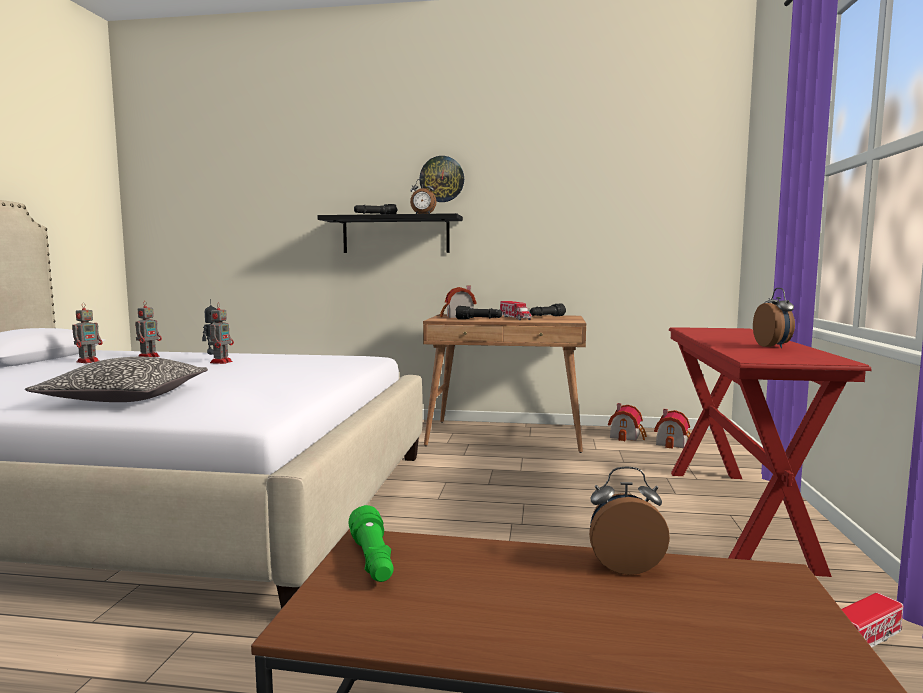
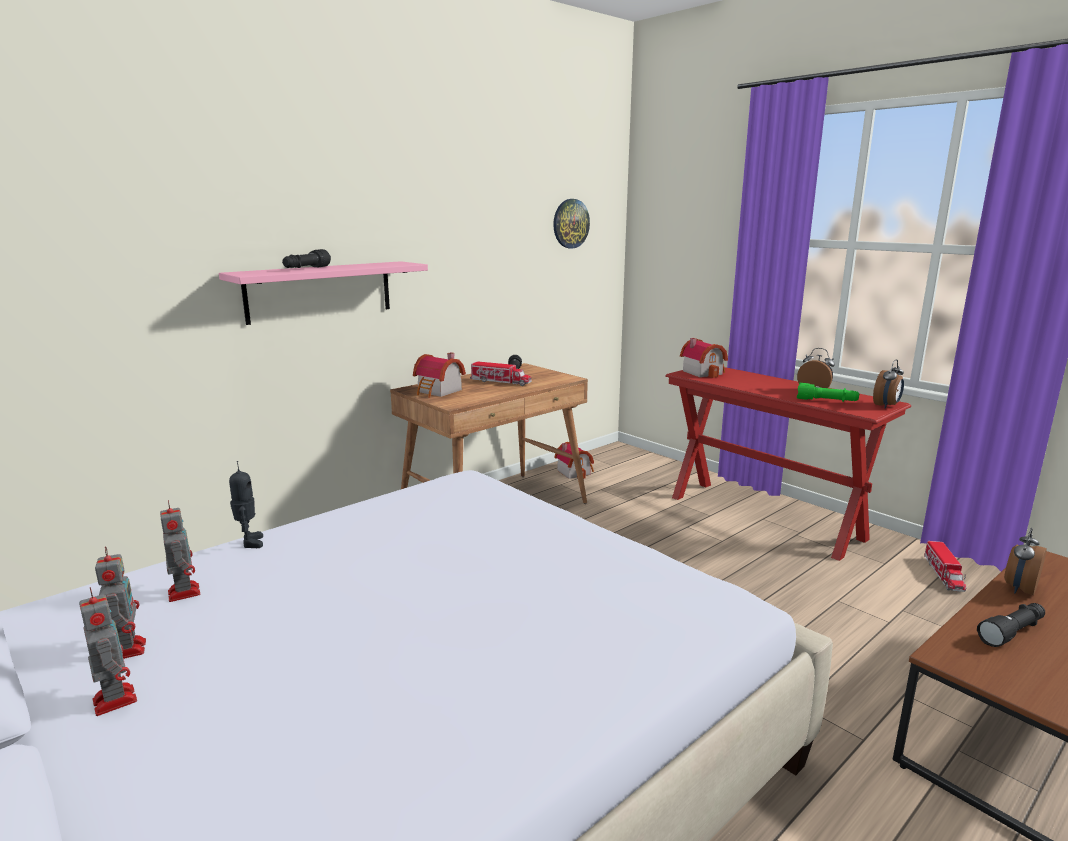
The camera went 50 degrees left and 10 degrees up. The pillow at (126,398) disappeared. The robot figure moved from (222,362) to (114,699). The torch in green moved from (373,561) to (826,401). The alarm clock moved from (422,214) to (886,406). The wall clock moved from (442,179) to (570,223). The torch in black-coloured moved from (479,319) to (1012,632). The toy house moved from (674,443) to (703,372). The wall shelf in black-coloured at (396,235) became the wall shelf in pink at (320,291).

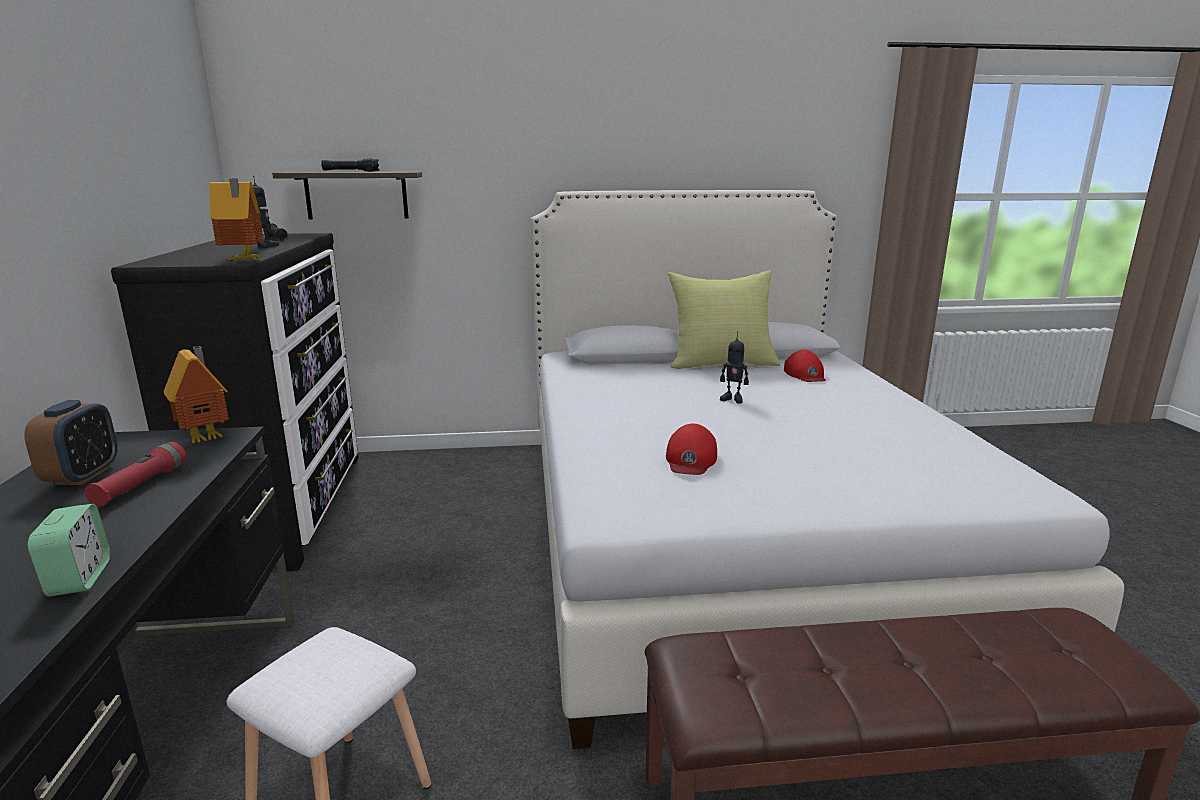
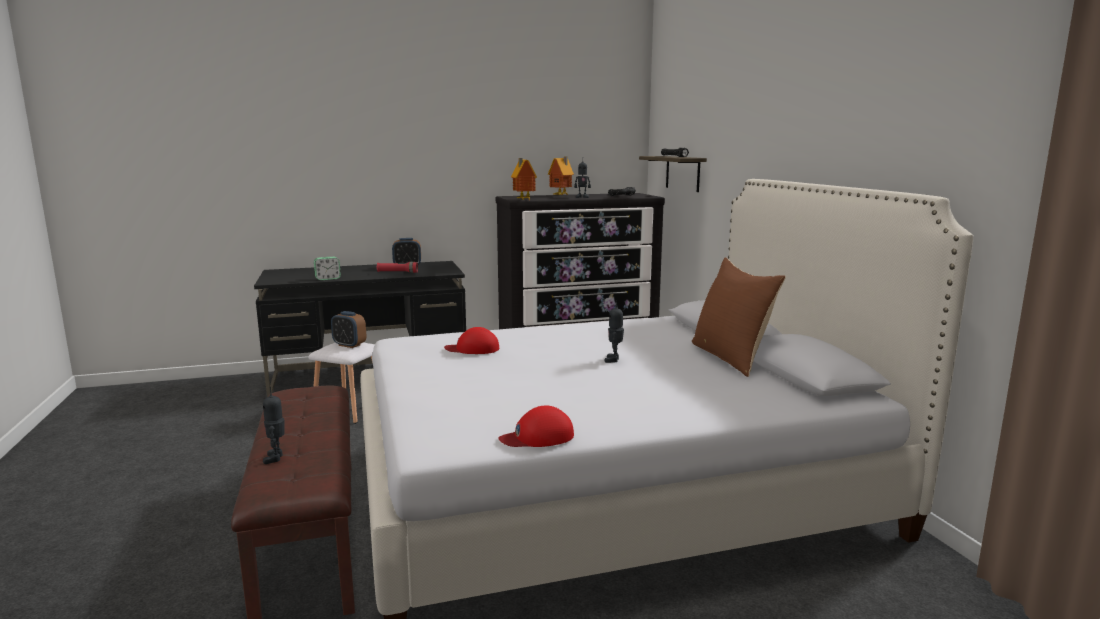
The camera went 80 degrees right and 5 degrees down. The robot figure at (276,458) appeared. The alarm clock at (349,345) appeared. The toy house moved from (207,438) to (561,195). The baseball cap in reddish moved from (805,374) to (538,437). The pillow in yellow-coloured at (721,363) became the pillow in brown at (731,358).

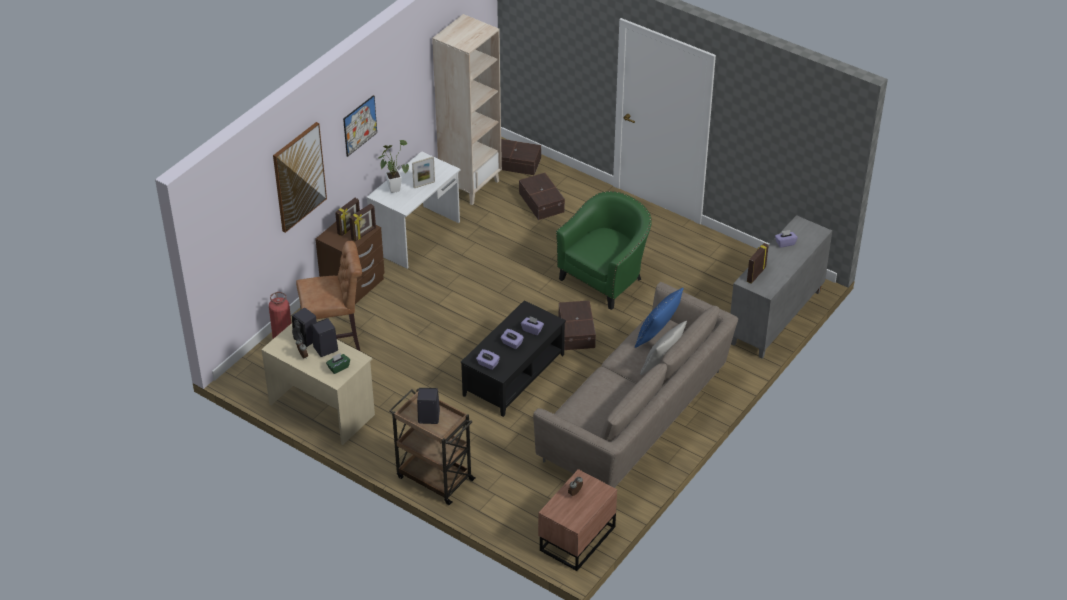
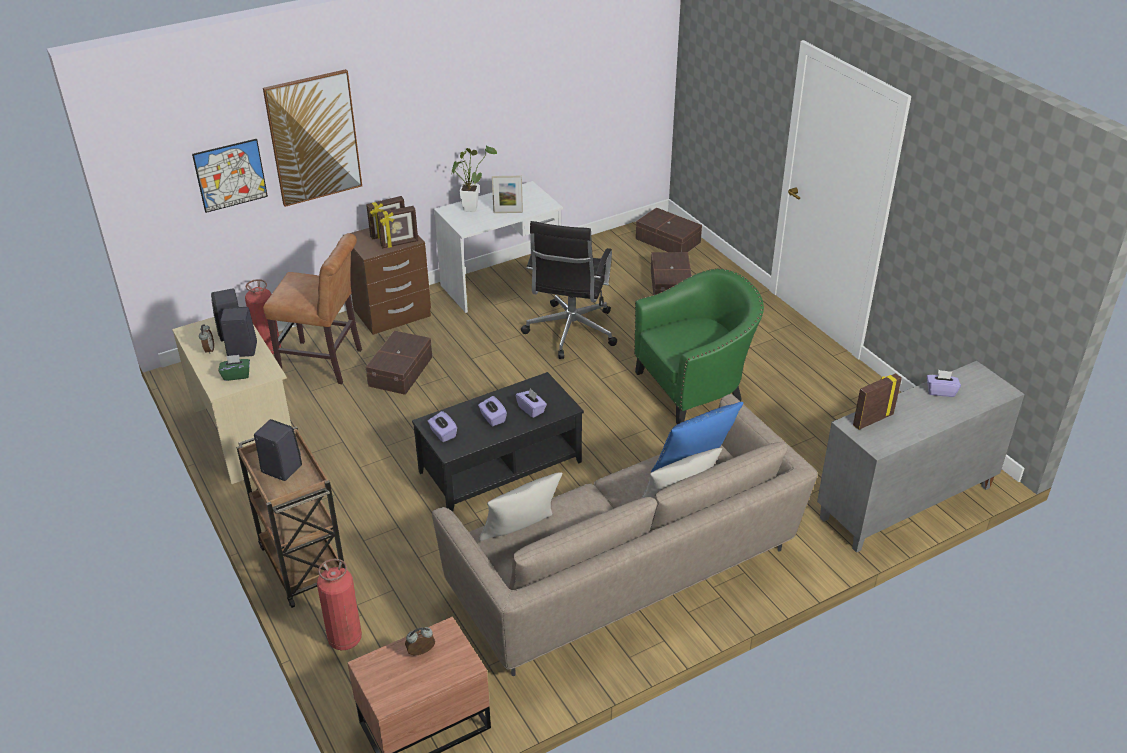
The camera went 25 degrees right and 5 degrees down. The bookcase in sand-coloured at (470,185) disappeared. The fire-fighting cylinder at (345,639) appeared. The pillow in grey at (521,534) appeared. The office chair in black-coloured at (570,332) appeared. The wall art moved from (360,125) to (230,175). The storage container in brown moved from (577,331) to (402,371).

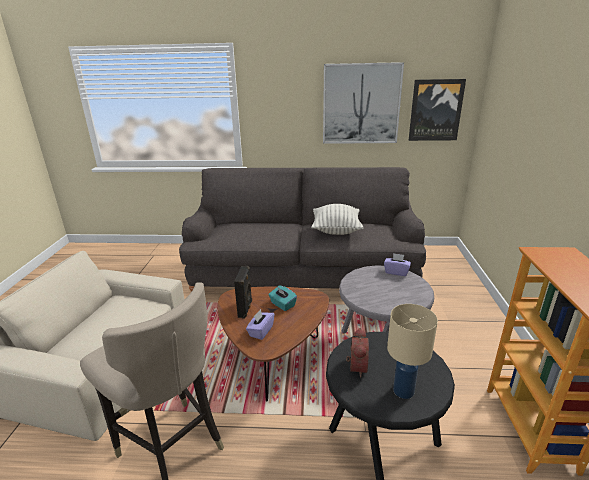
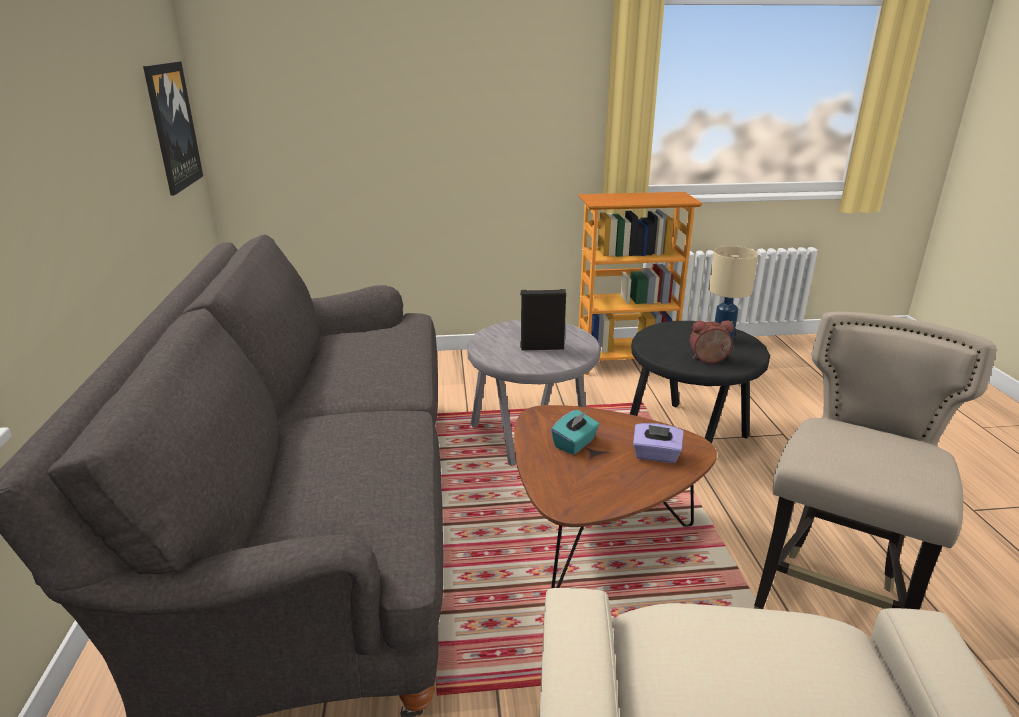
The camera went 100 degrees left and 0 degrees up. The pillow at (336,230) disappeared. The wall art at (361,104) disappeared. The box of tissues in purple-coloured at (396,272) disappeared. The speaker in black-coloured moved from (245,309) to (542,347).

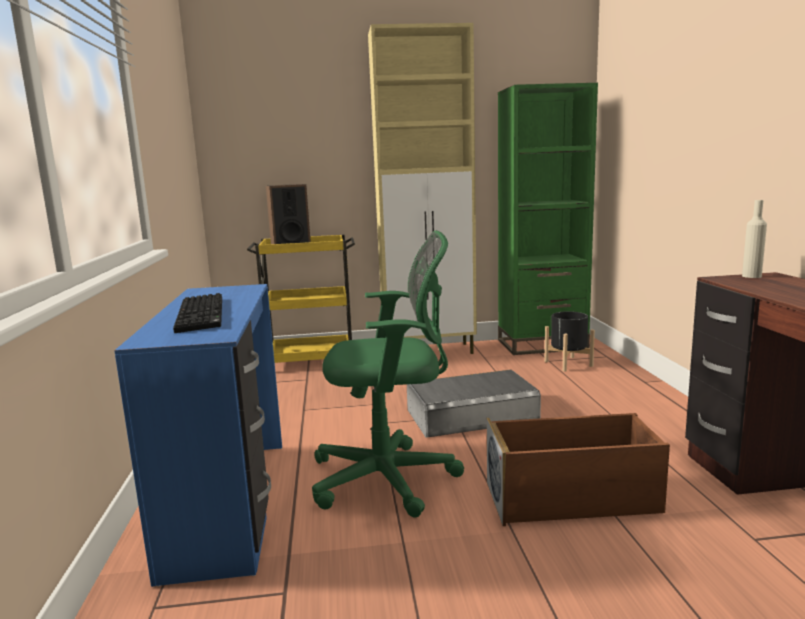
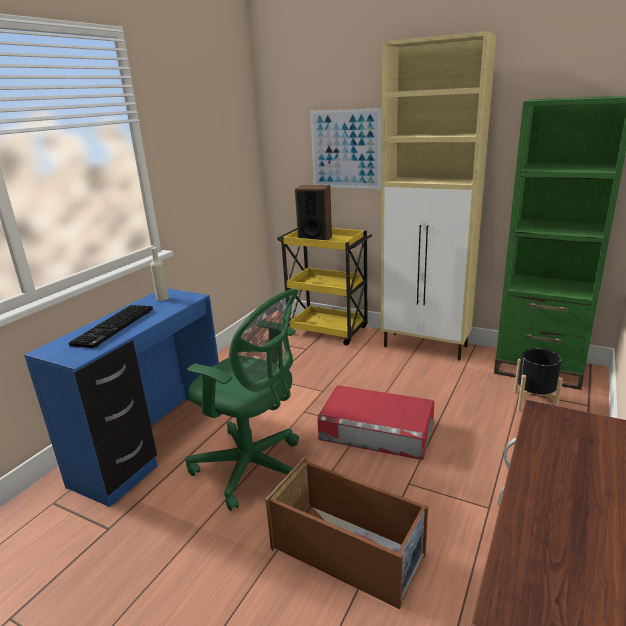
The camera went 35 degrees right and 10 degrees up. The wall art at (345,149) appeared. The drink bottle in sand-coloured moved from (751,276) to (162,298). The storage container in grey at (471,415) became the storage container in reddish at (377,430).

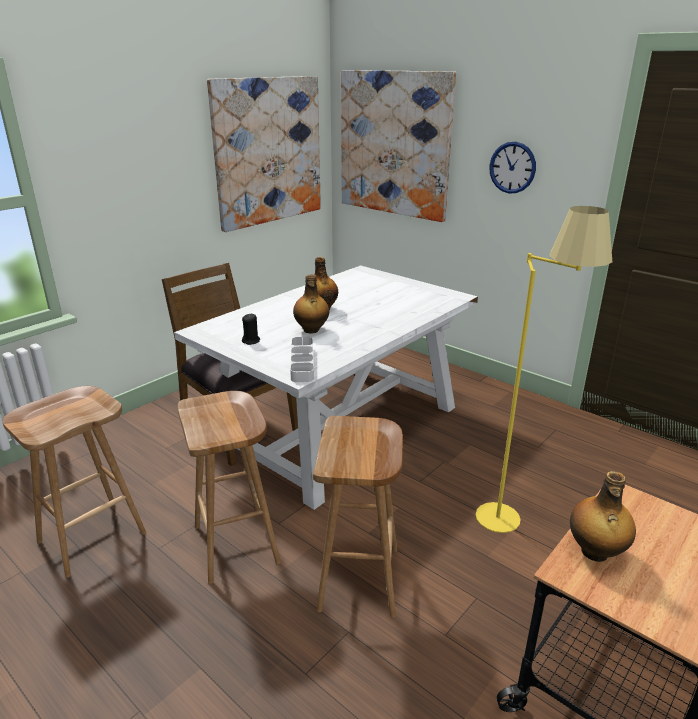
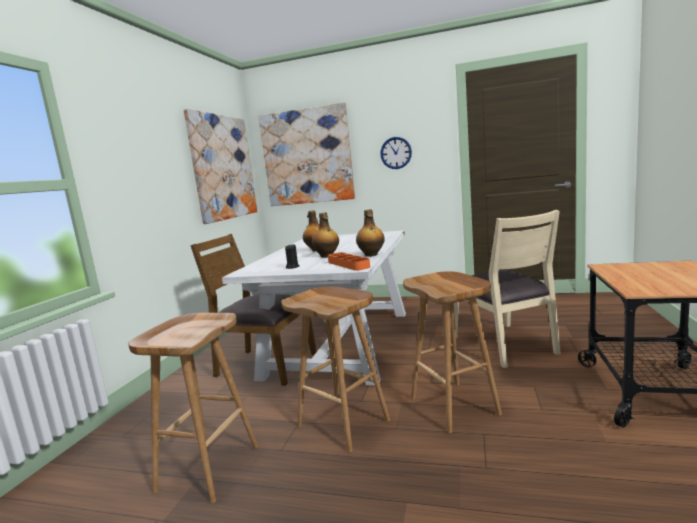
The camera went 25 degrees left and 15 degrees down. The drink bottle moved from (595,552) to (371,255). The standard lamp in yellow-coloured at (517,515) was replaced by the plain chair in sand-coloured at (504,344). The serving tray in grey at (302,362) became the serving tray in orange at (348,264).

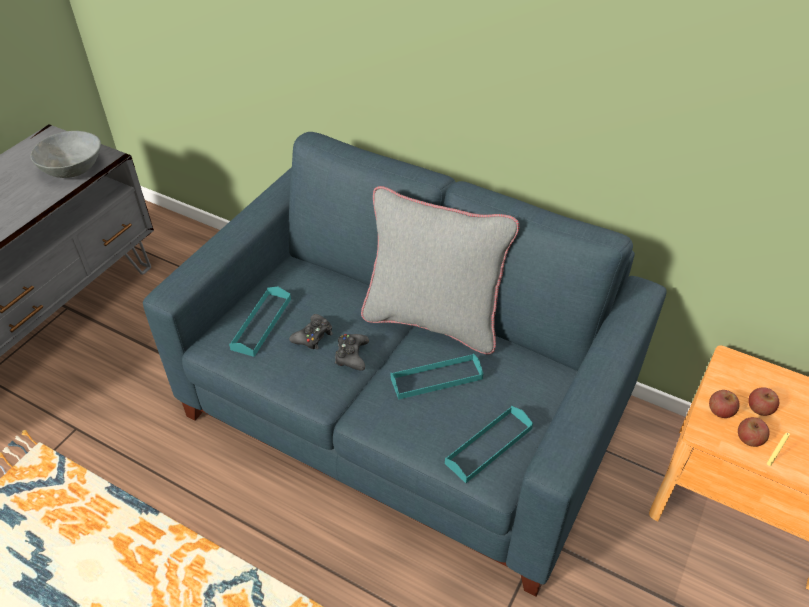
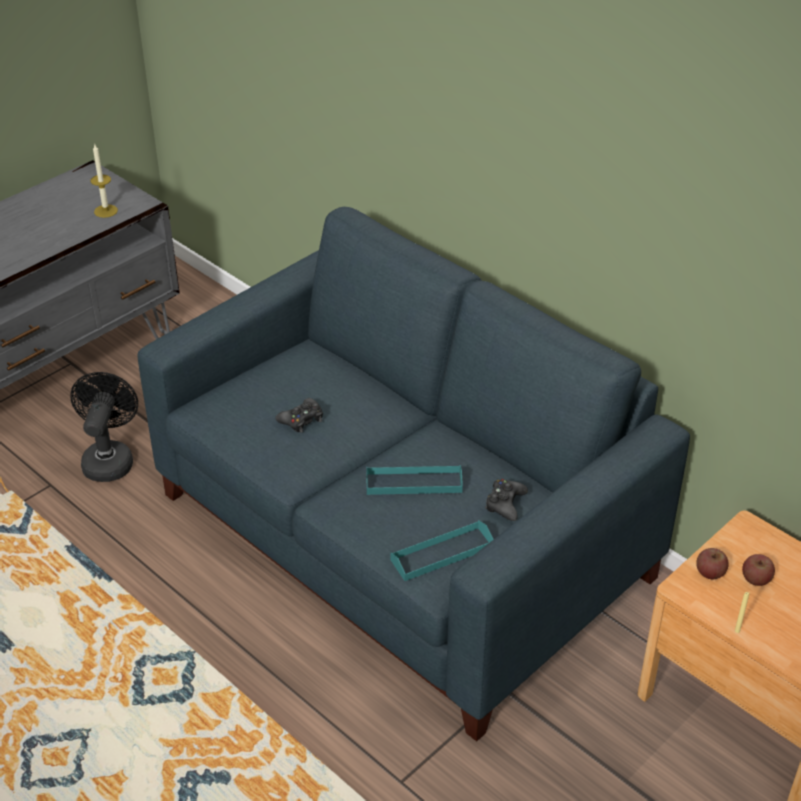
The camera went 15 degrees right and 5 degrees down. The serving tray in turquoise-coloured at (261,324) disappeared. The pillow in grey at (433,321) disappeared. The apple at (749,439) disappeared. The fan in black-coloured at (109,459) appeared. The game controller in black-coloured moved from (351,355) to (505,504). The bowl in grey at (73,169) was replaced by the wax candle at (106,211).

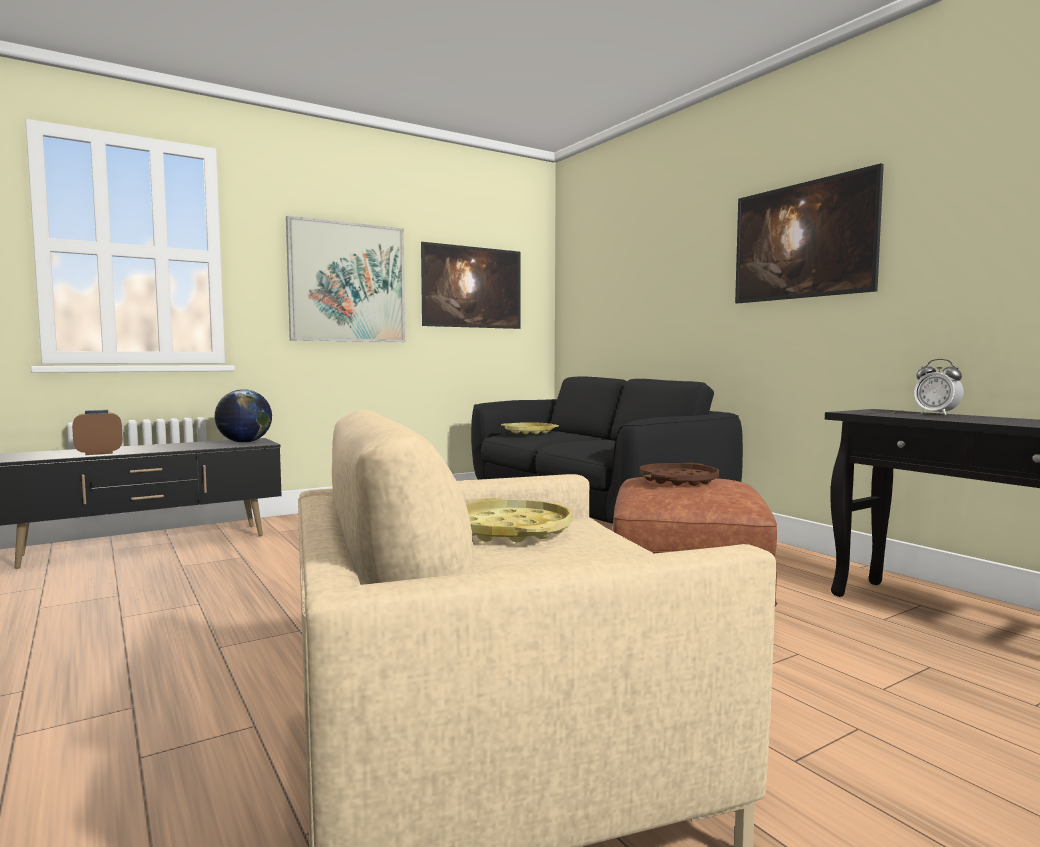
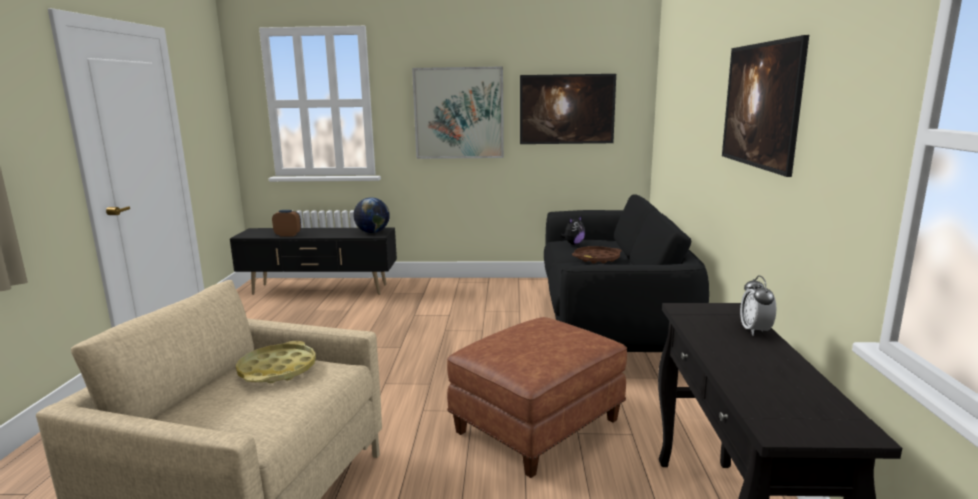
The camera went 35 degrees right and 10 degrees up. The serving tray in brown moved from (679,480) to (596,258). The serving tray in yellow-coloured at (529,432) was replaced by the plush toy at (573,244).

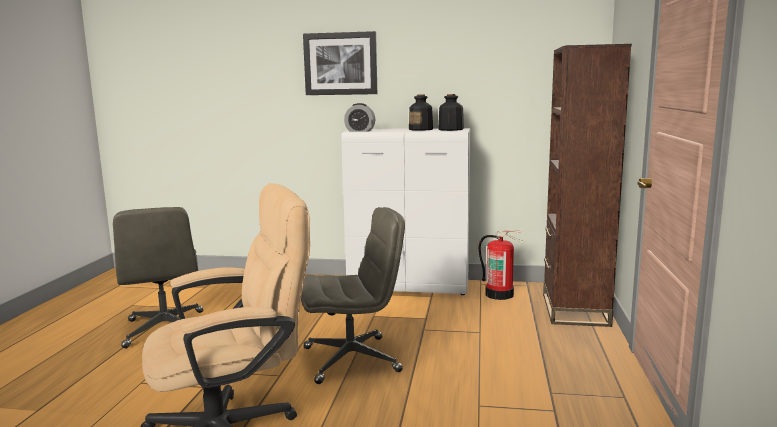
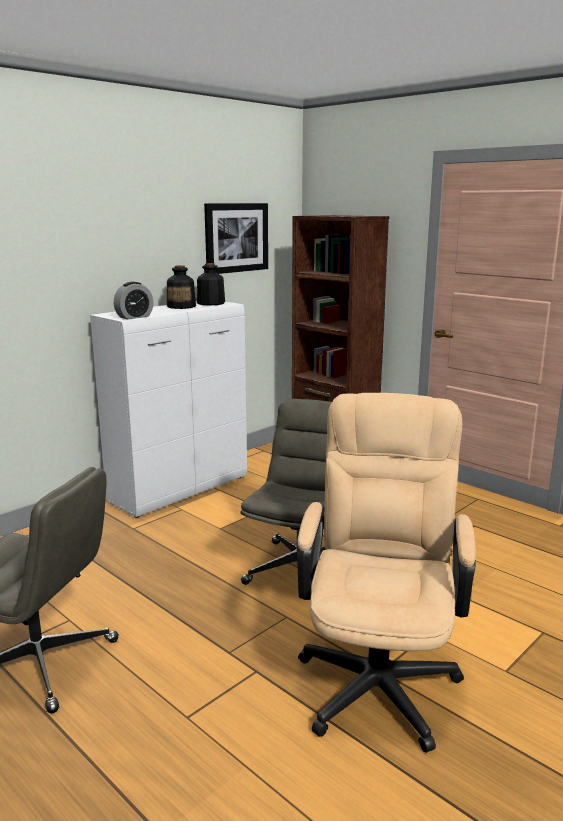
The camera went 55 degrees left and 5 degrees up. The fire-fighting cylinder at (499,294) disappeared. The wall art moved from (340,64) to (236,237).

